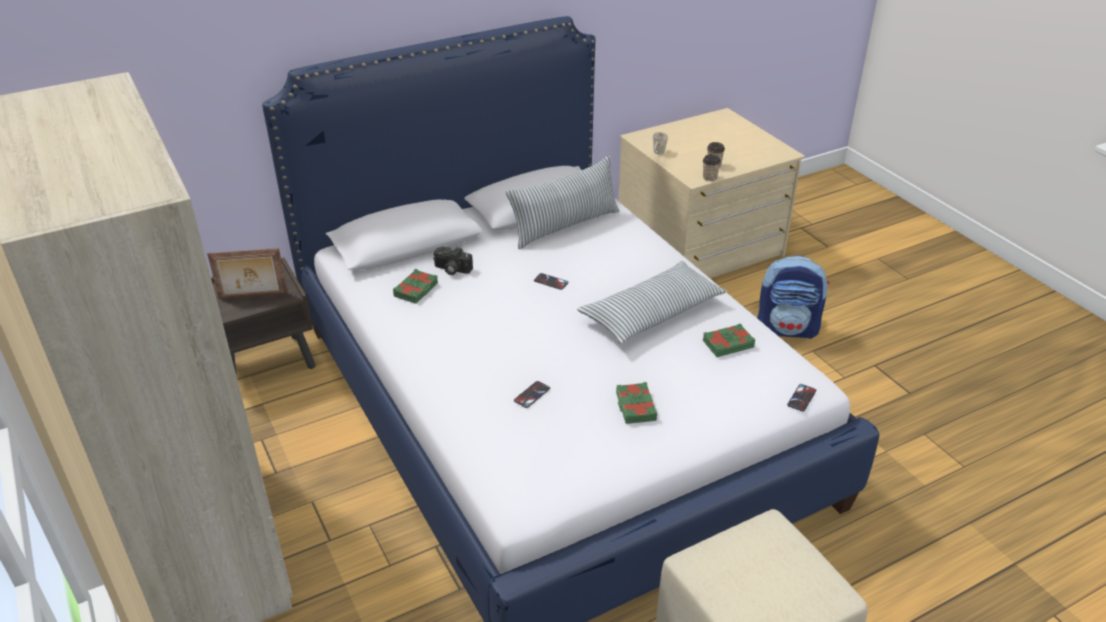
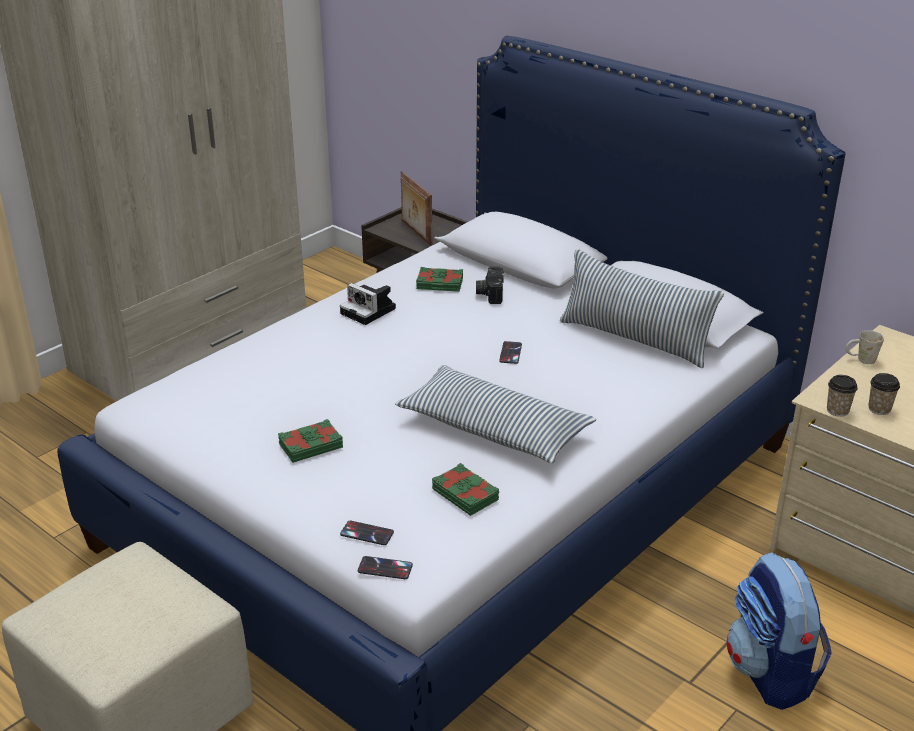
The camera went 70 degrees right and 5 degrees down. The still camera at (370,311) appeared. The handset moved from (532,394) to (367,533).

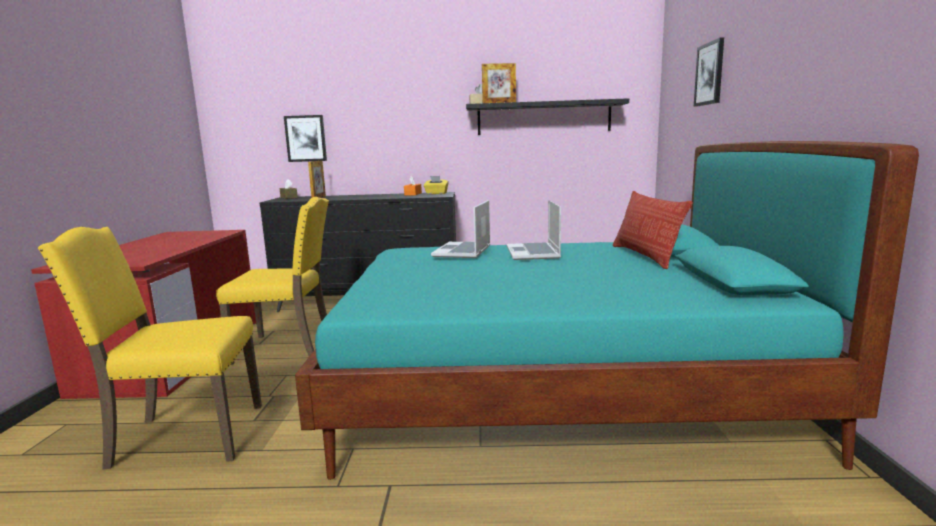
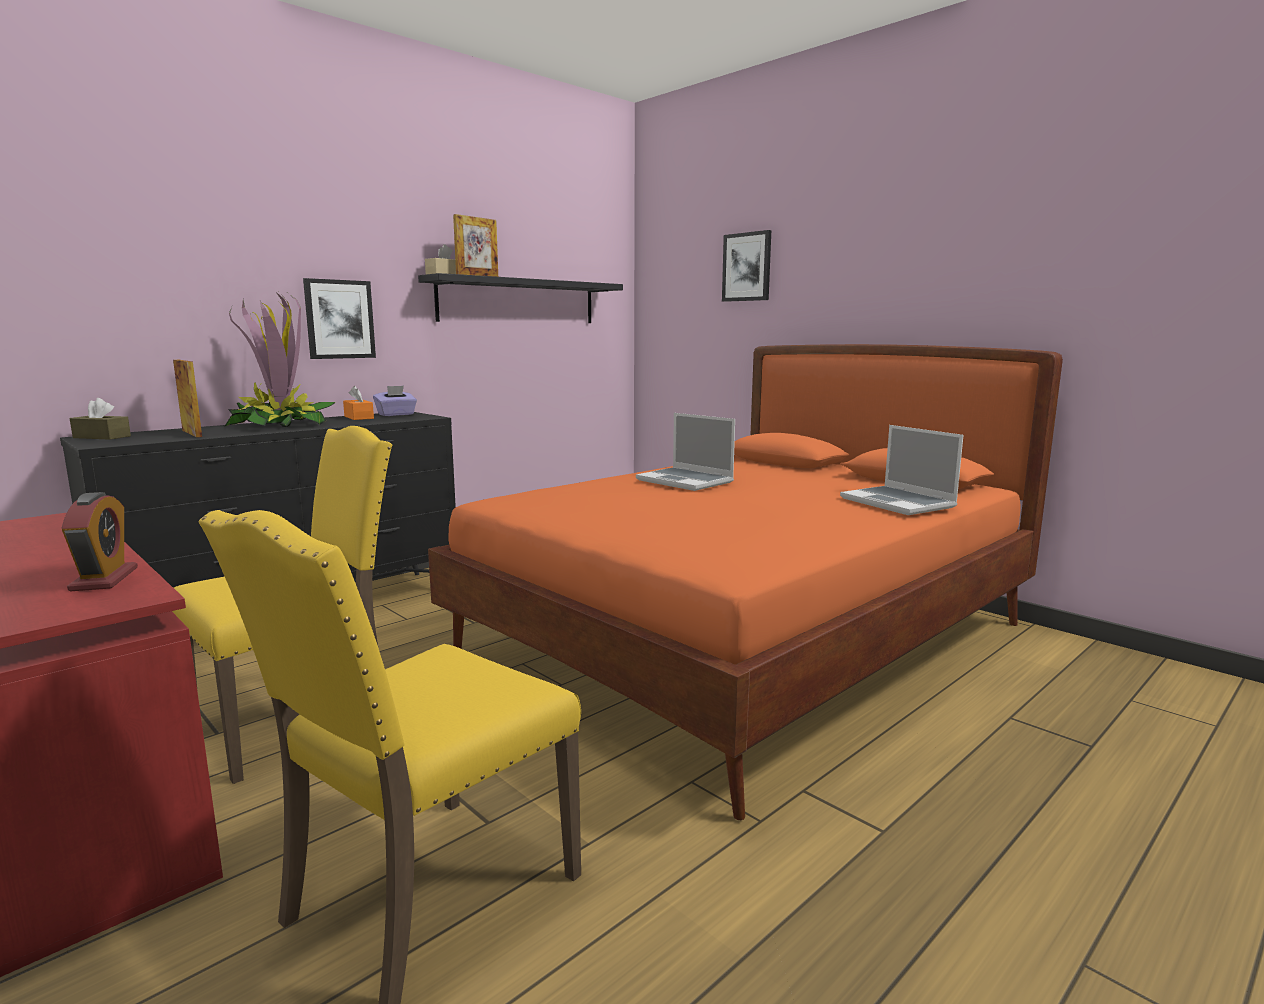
The camera went 45 degrees left and 0 degrees up. The pillow at (645,256) disappeared. The alarm clock at (104,579) appeared. The houseplant at (280,425) appeared. The wall art moved from (306,138) to (339,319). The notebook computer moved from (463,252) to (899,503). The sleeping bed in turquoise-coloured at (555,388) became the sleeping bed in orange at (749,641). The box of tissues in yellow-coloured at (436,193) became the box of tissues in purple-coloured at (396,414).

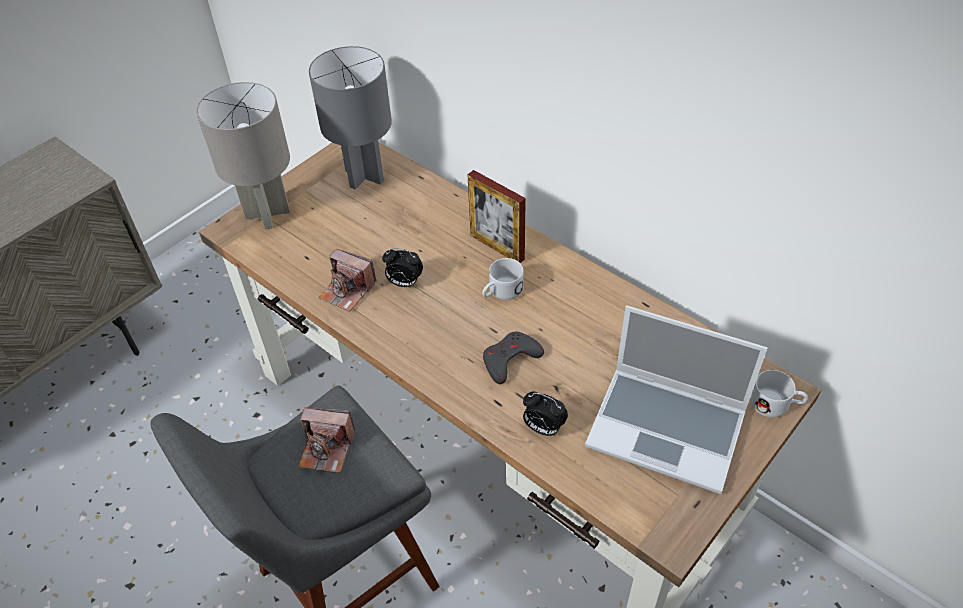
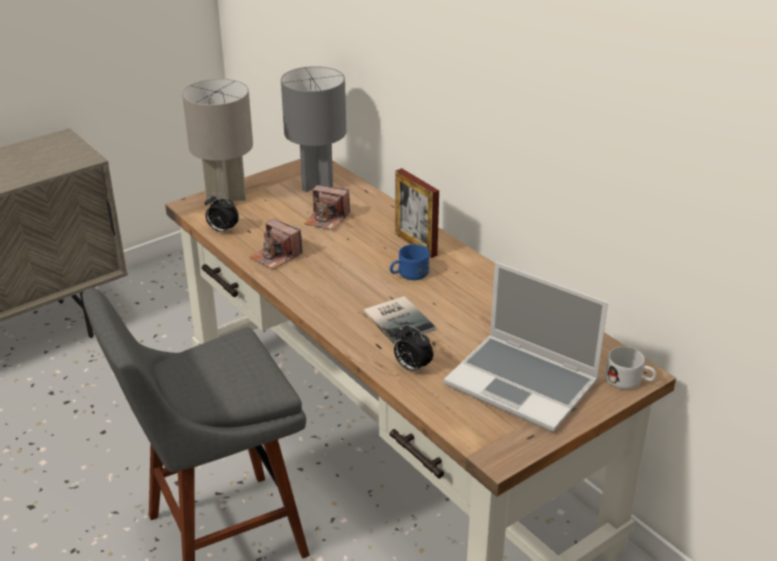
The camera went 10 degrees right and 15 degrees down. The still camera moved from (327,449) to (327,219). The alarm clock moved from (404,283) to (222,230). The game controller in grey at (510,360) was replaced by the bound book at (399,319). The coffee mug in whitish at (501,292) became the coffee mug in bluish at (408,274).

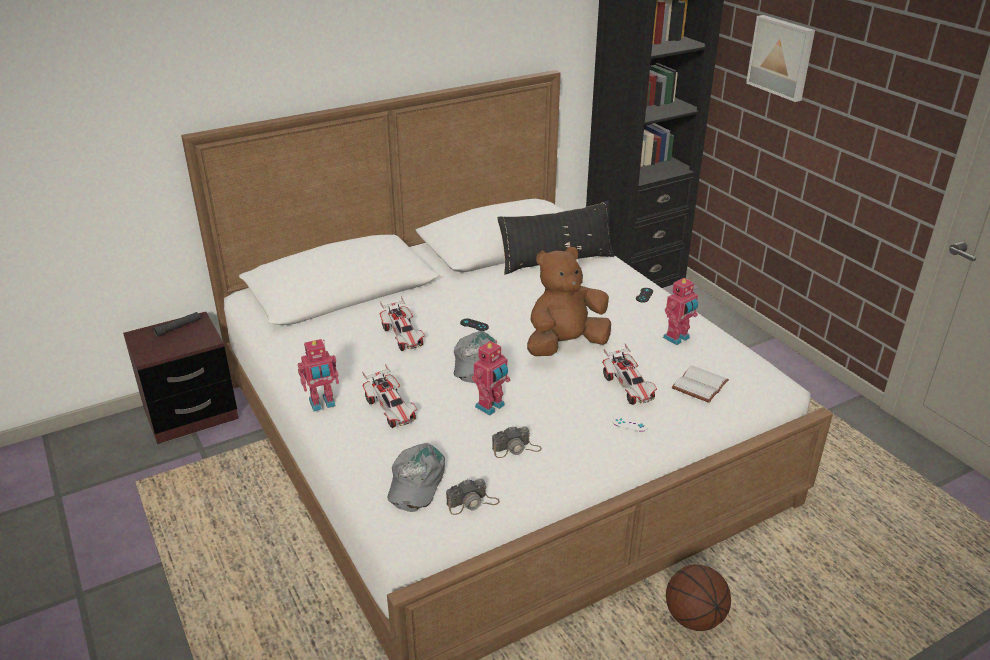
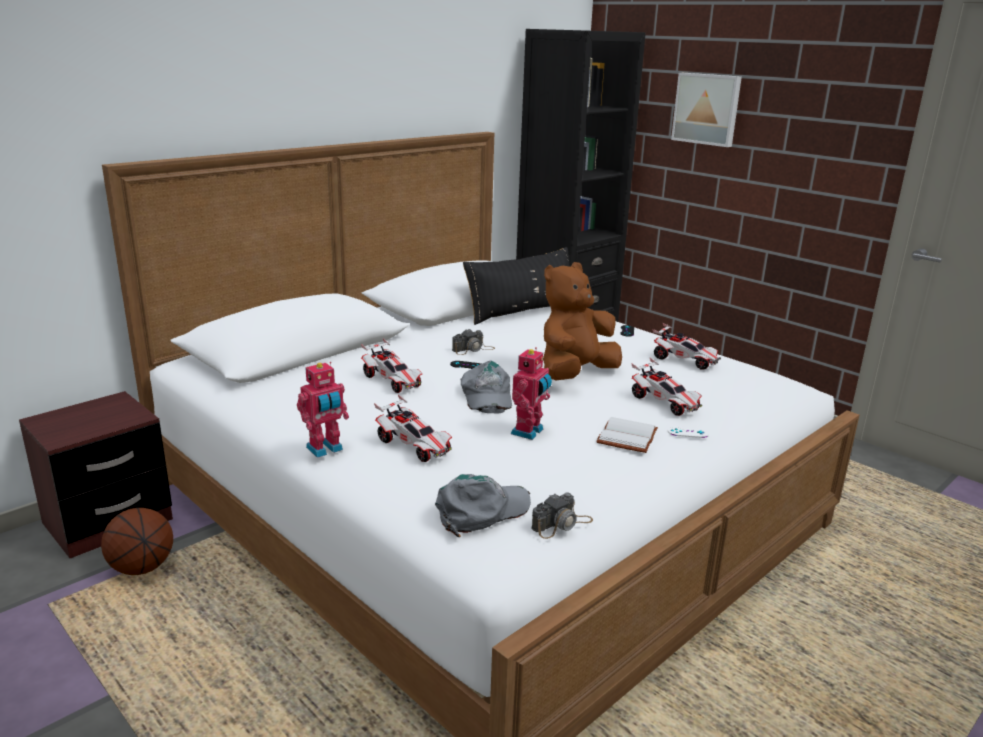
The camera went 15 degrees left and 10 degrees down. The torch in black-coloured at (178,328) disappeared. The still camera moved from (516,449) to (473,349). The ball for basketball moved from (693,617) to (141,567). The bound book in whitish moved from (701,386) to (629,438). The robot figure at (677,338) was replaced by the model car at (684,360). The baseball cap in grey at (415,481) turned 120 degrees counterclockwise.

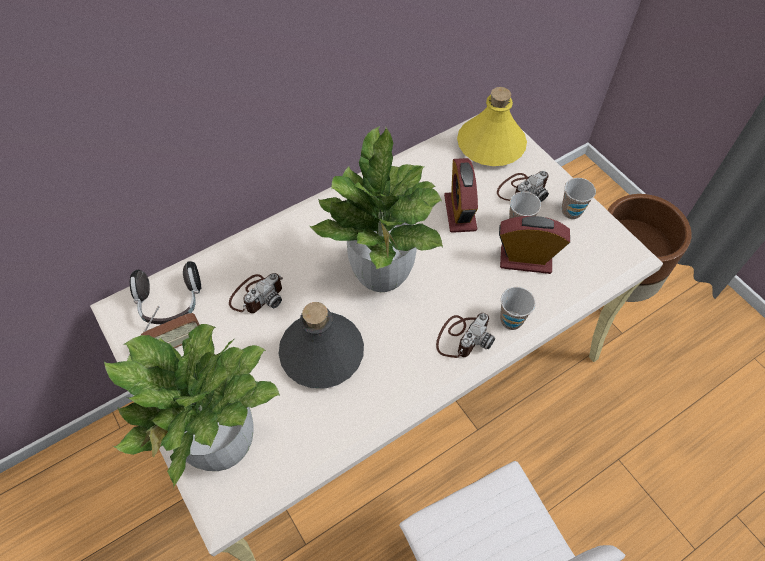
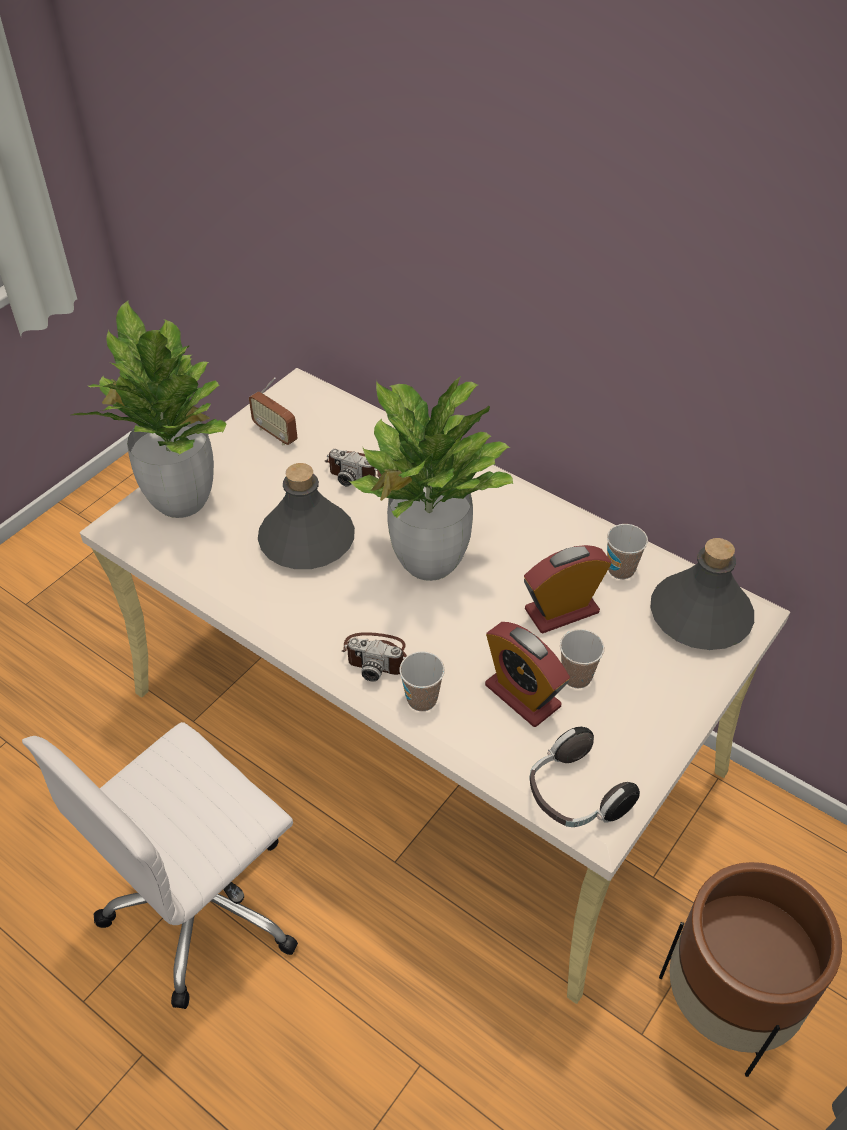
The camera went 70 degrees right and 10 degrees down. The still camera at (521,190) disappeared. The headset moved from (171,303) to (575,795). The cup moved from (571,211) to (621,569). The drink bottle in yellow-coloured at (490,145) became the drink bottle in grey at (699,616). The alarm clock at (525,260) turned 150 degrees clockwise.

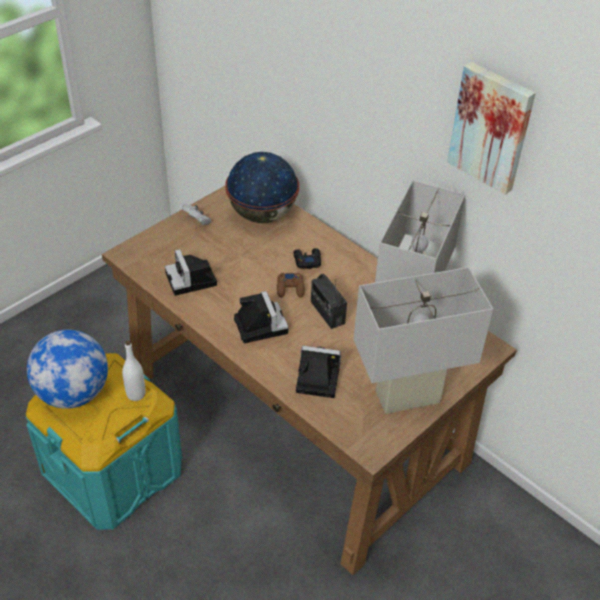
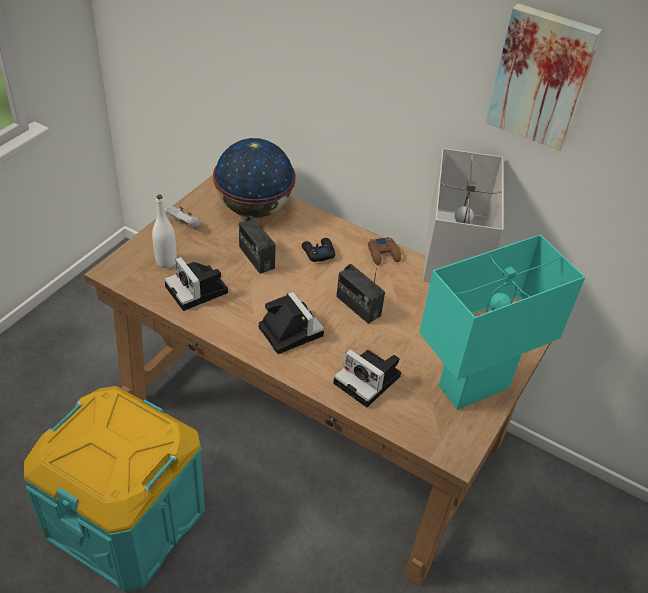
The camera went 15 degrees left and 0 degrees up. The globe at (73,393) disappeared. The radio at (256,257) appeared. The drink bottle in whitish moved from (136,394) to (166,262). The game controller in brown moved from (290,288) to (383,254). The table lamp in whitish at (407,397) became the table lamp in turquoise-coloured at (474,387). The still camera at (316,377) turned 135 degrees counterclockwise.

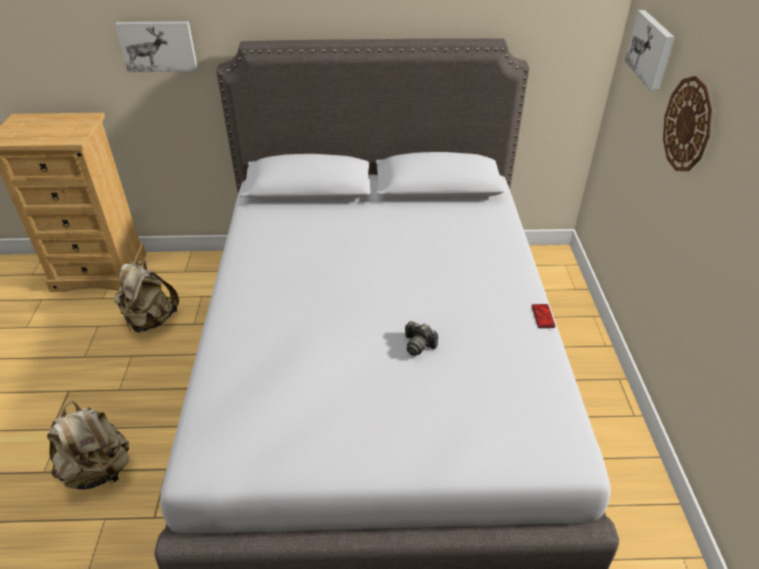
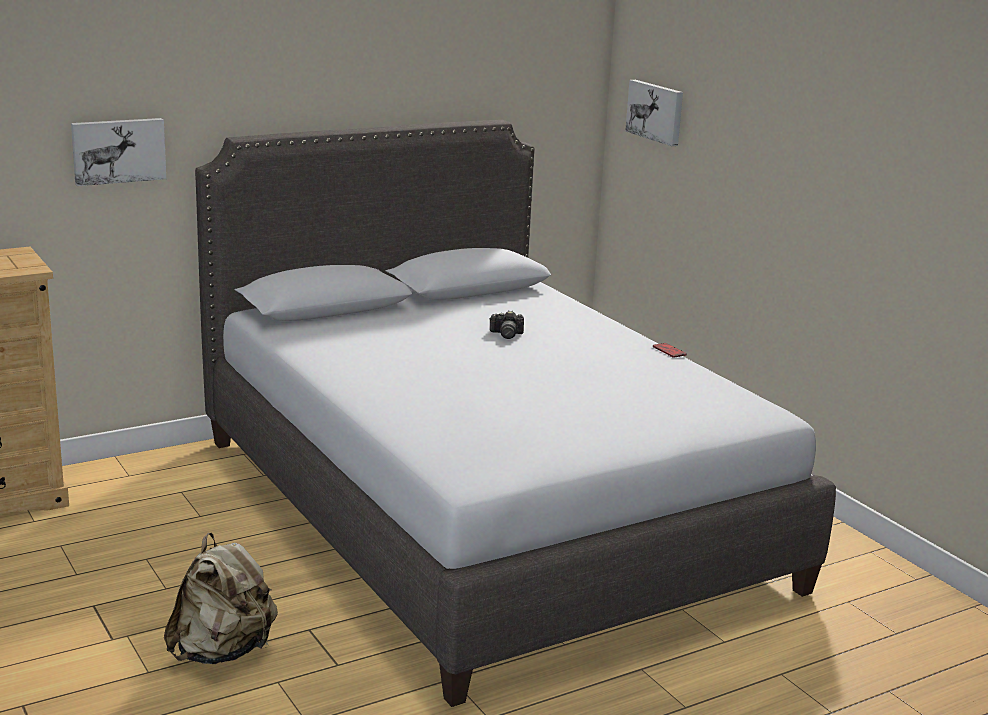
The camera went 30 degrees left and 20 degrees down. The knapsack in sand-coloured at (151,320) disappeared. The wall clock at (687,124) disappeared. The still camera moved from (418,345) to (506,334).

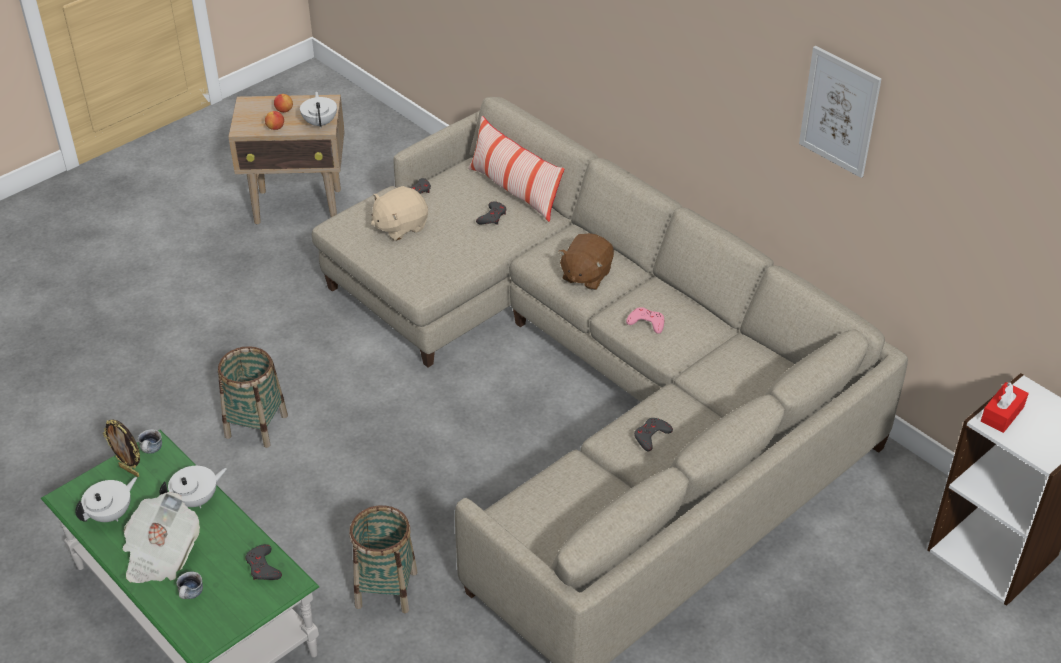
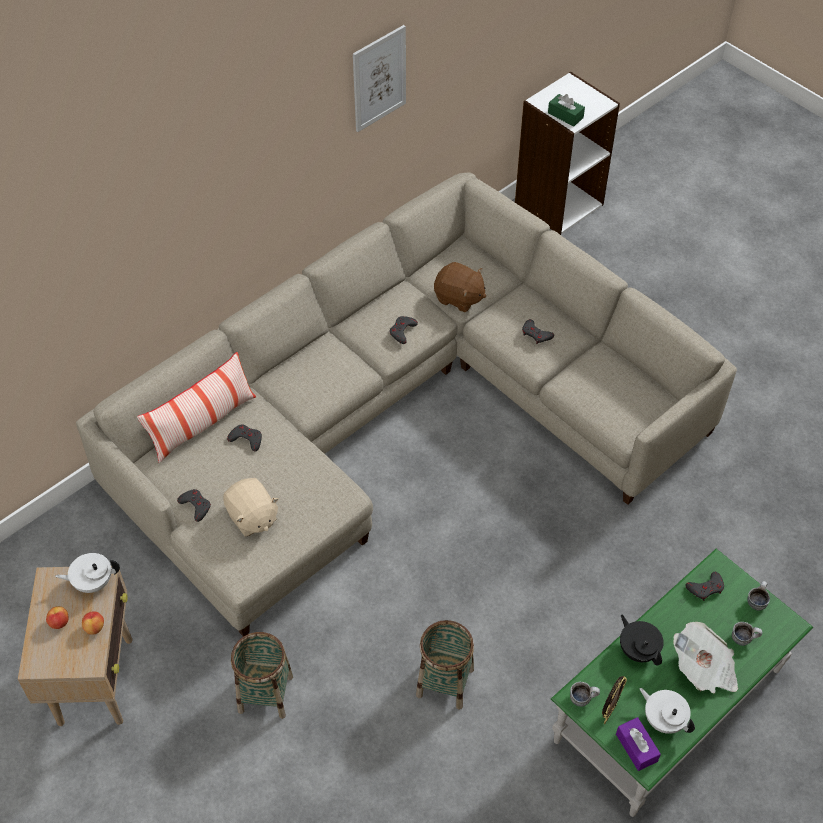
The camera went 90 degrees left and 10 degrees up. The box of tissues in purple-coloured at (636,747) appeared. The coffee mug at (756,601) appeared. The storage basket moved from (386,589) to (265,693). The plush toy in brown moved from (586,275) to (459,298). The tea pot in whitish at (197,499) became the tea pot in black-coloured at (638,650). The game controller in pink at (646,323) became the game controller in grey at (402,331). The box of tissues in reddish at (1002,414) became the box of tissues in green at (565,115).

